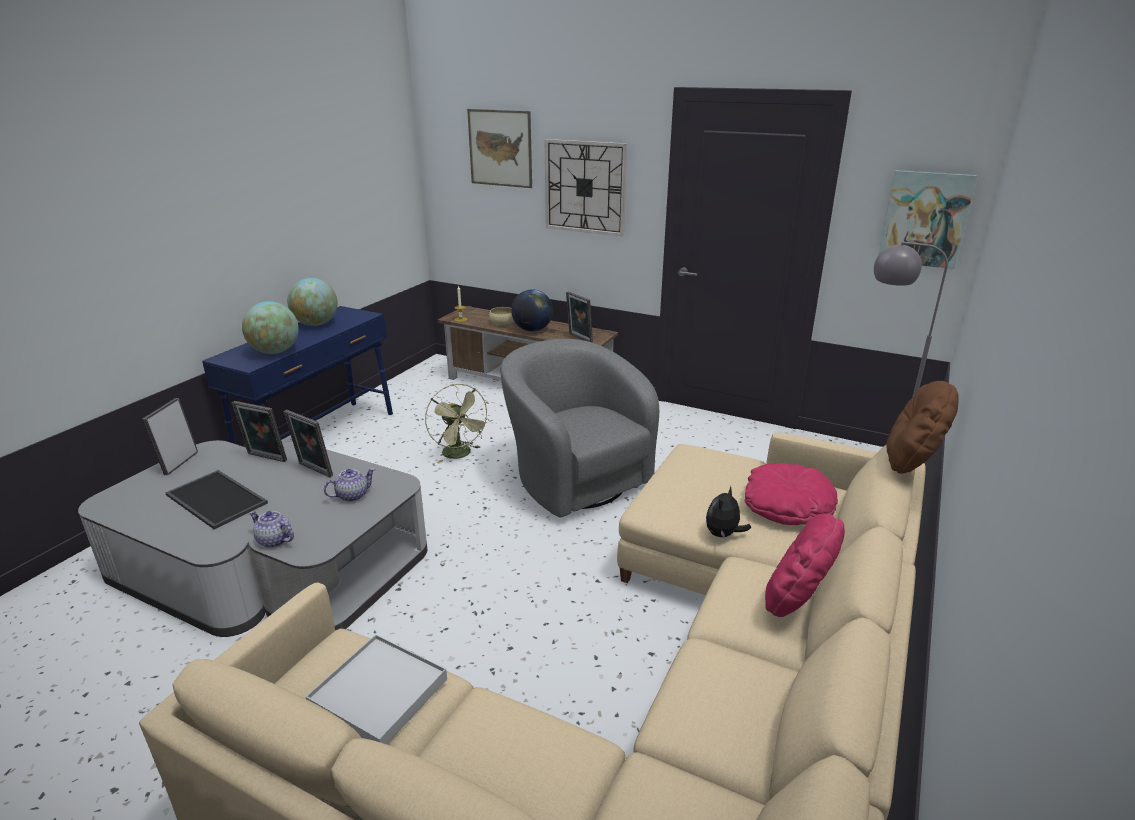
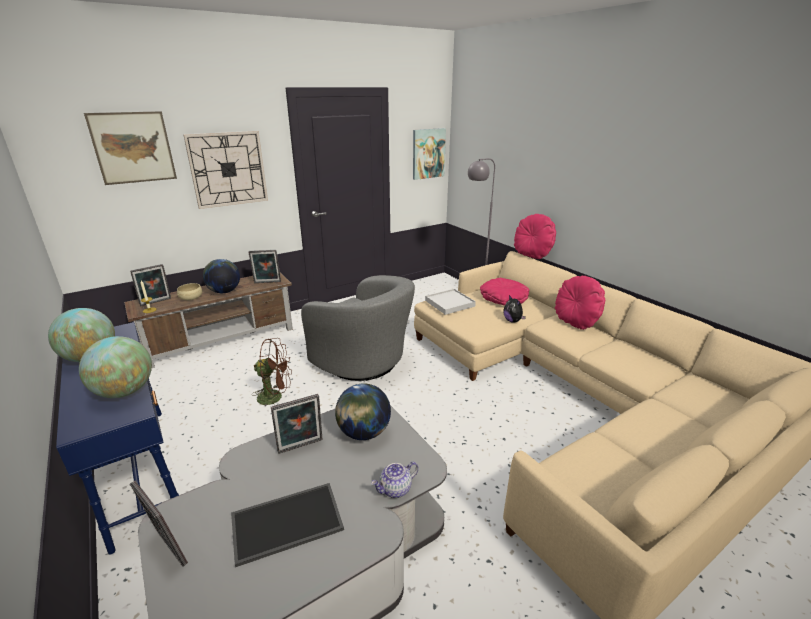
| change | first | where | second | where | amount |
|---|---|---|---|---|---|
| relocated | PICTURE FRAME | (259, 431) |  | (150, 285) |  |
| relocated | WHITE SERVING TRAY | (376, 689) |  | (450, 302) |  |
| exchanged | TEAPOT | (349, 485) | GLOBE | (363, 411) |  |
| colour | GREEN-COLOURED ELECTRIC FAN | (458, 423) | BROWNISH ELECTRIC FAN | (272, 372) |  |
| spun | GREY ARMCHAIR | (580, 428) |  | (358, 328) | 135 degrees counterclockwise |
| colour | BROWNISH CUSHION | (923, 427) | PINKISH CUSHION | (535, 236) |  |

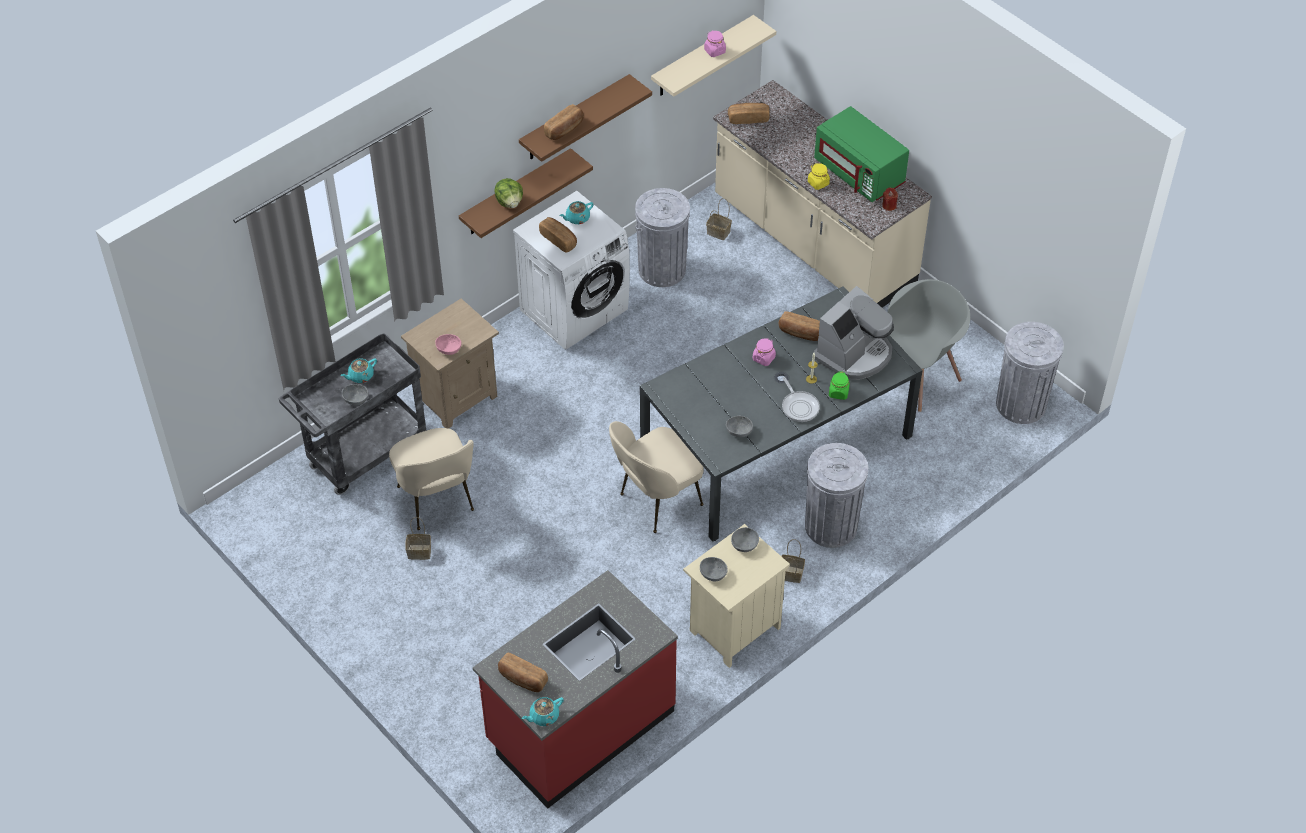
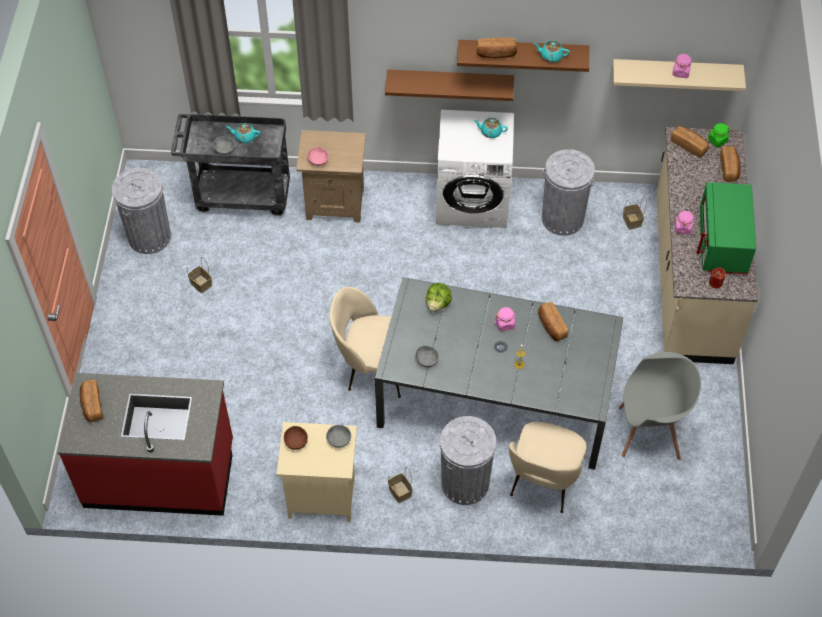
| change | first | where | second | where | amount |
|---|---|---|---|---|---|
| relocated | SAND-COLOURED UPRIGHT CHAIR | (431, 479) |  | (547, 467) |  |
| relocated | LETTUCE | (508, 193) |  | (439, 297) |  |
| relocated | BLUE-GREEN TEAPOT | (543, 711) |  | (551, 51) |  |
| relocated | BAKED BREAD | (558, 235) |  | (730, 164) |  |
| colour | GREY SERVING BOWL | (714, 569) | BROWNISH SERVING BOWL | (296, 438) |  |
| missing | FRYING PAN | (801, 399) |  |  |  |
| colour | YELLOW-COLOURED STORAGE JAR | (819, 176) | PINKISH STORAGE JAR | (684, 222) |  |
| missing | COFFEE MACHINE | (854, 333) |  |  |  |
| relocated | GREEN-COLOURED STORAGE JAR | (839, 385) |  | (718, 135) |  |
| relocated | GREY TRASH CAN | (1030, 373) |  | (141, 211) |  |

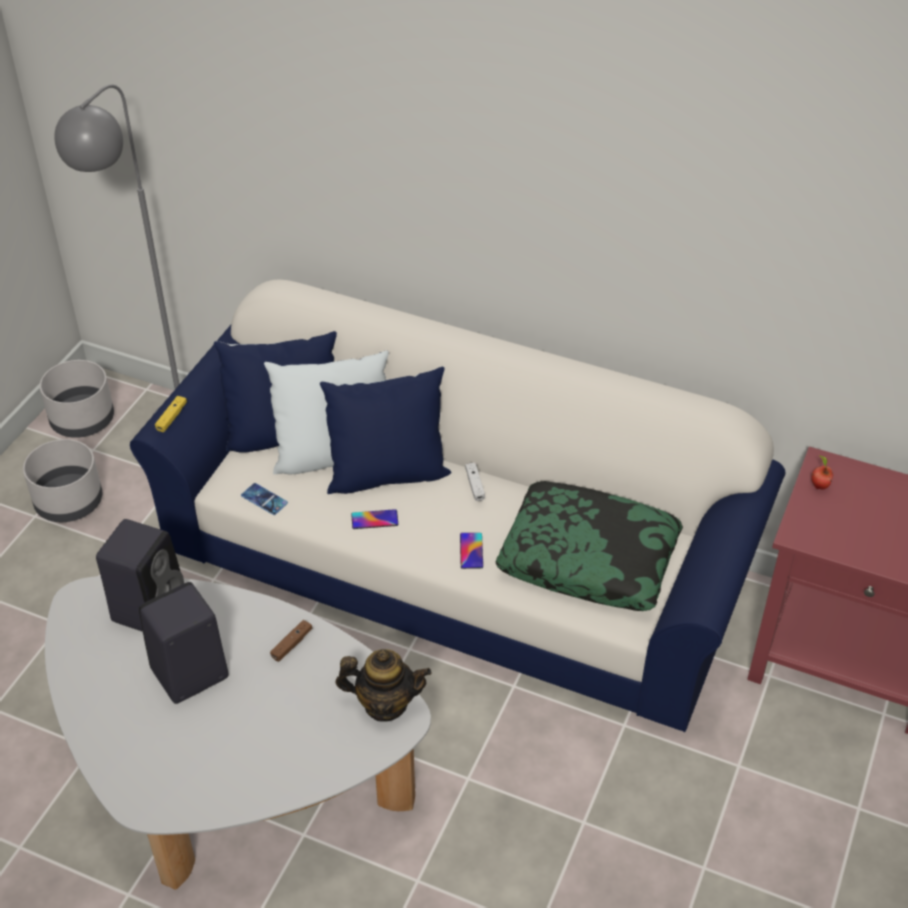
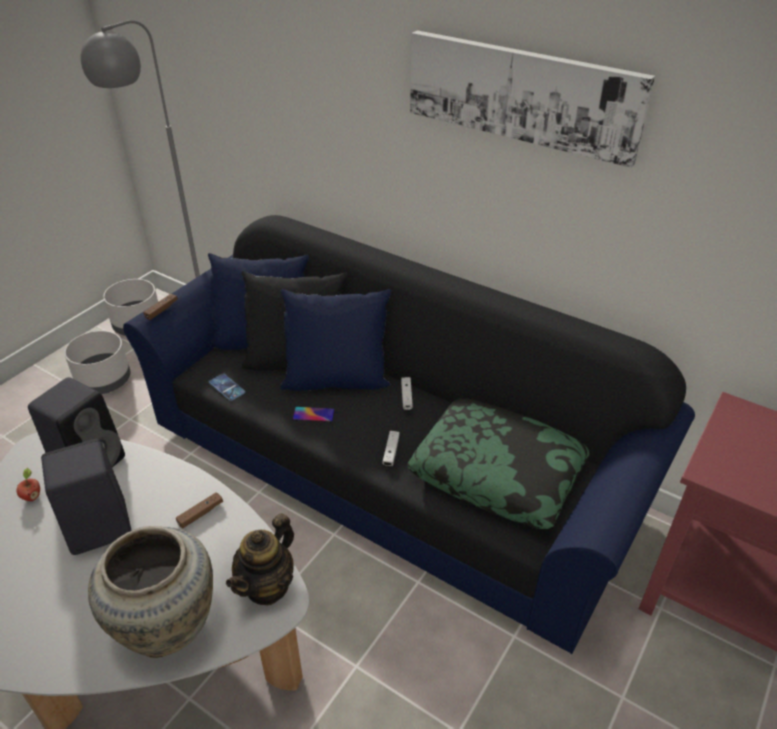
| change | first | where | second | where | amount |
|---|---|---|---|---|---|
| colour | WHITE SETTEE | (457, 506) | BLACKISH SETTEE | (409, 434) |  |
| colour | YELLOW-COLOURED GAME CONTROLLER | (171, 414) | BROWNISH GAME CONTROLLER | (160, 307) |  |
| spun | TEAPOT | (384, 685) |  | (260, 559) | 105 degrees clockwise |
| exchanged | HANDSET | (471, 551) | WHITE GAME CONTROLLER | (391, 448) |  |
| relocated | WHOLE APPLE | (822, 472) |  | (28, 484) |  |
| appeared |  |  | SAND-COLOURED DECORATIVE VASE | (150, 592) |  |
| appeared |  |  | WALL PICTURE | (532, 99) |  |

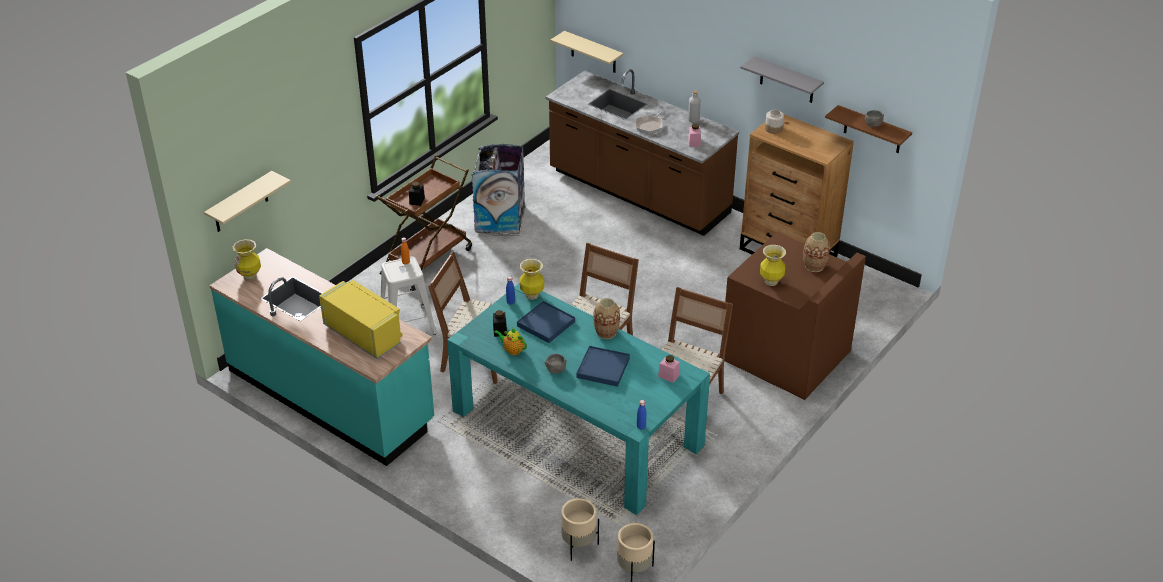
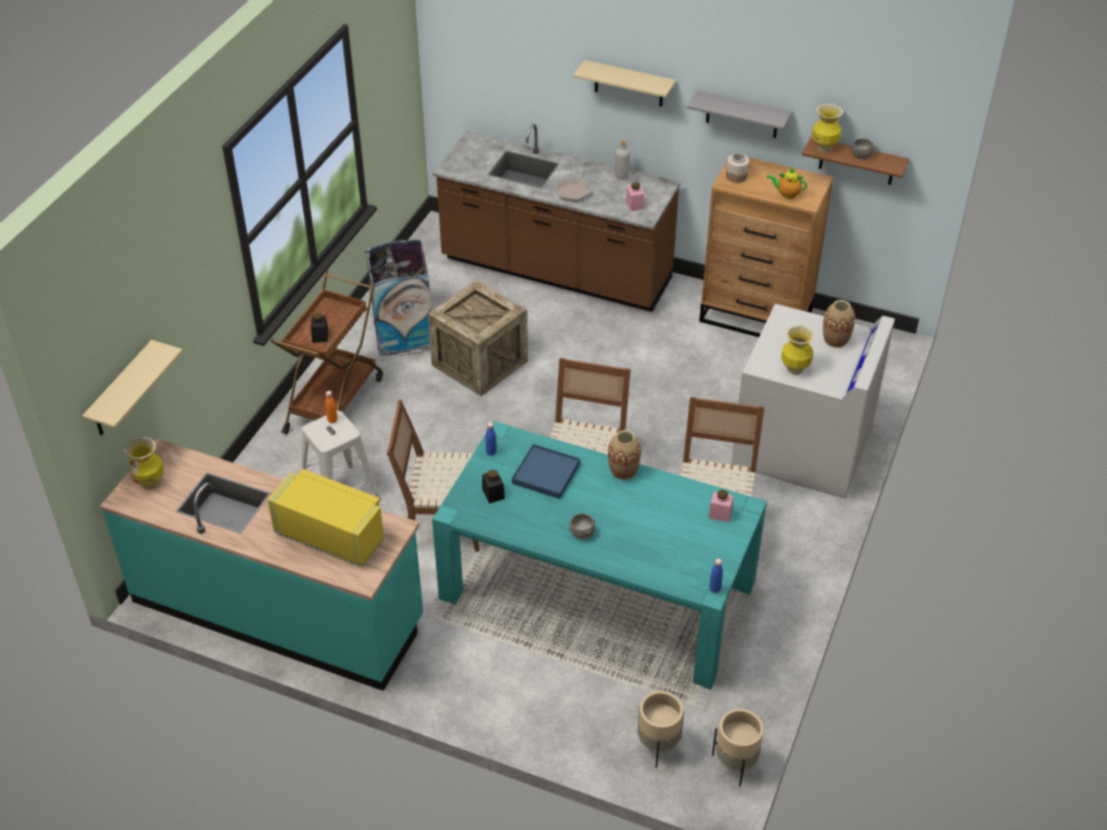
| change | first | where | second | where | amount |
|---|---|---|---|---|---|
| relocated | TEAPOT | (510, 341) |  | (787, 183) |  |
| relocated | DECORATIVE VASE | (531, 279) |  | (827, 128) |  |
| relocated | SAND-COLOURED SHELF | (587, 52) |  | (624, 83) |  |
| missing | BLUE-COLOURED SERVING TRAY | (603, 366) |  |  |  |
| colour | BROWNISH WASHING MACHINE | (795, 316) | WHITE WASHING MACHINE | (813, 401) |  |
| appeared |  |  | CRATE | (478, 338) |  |

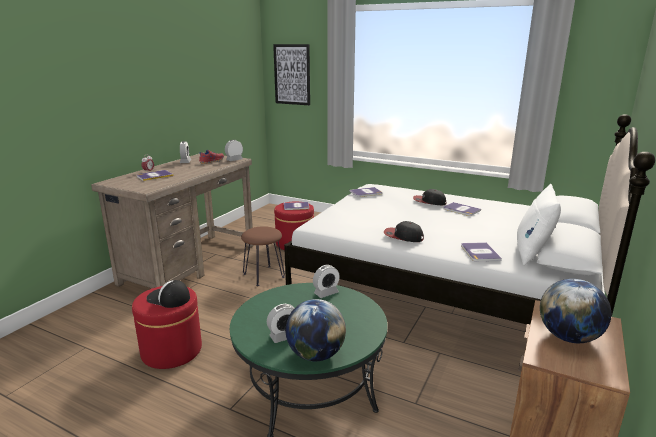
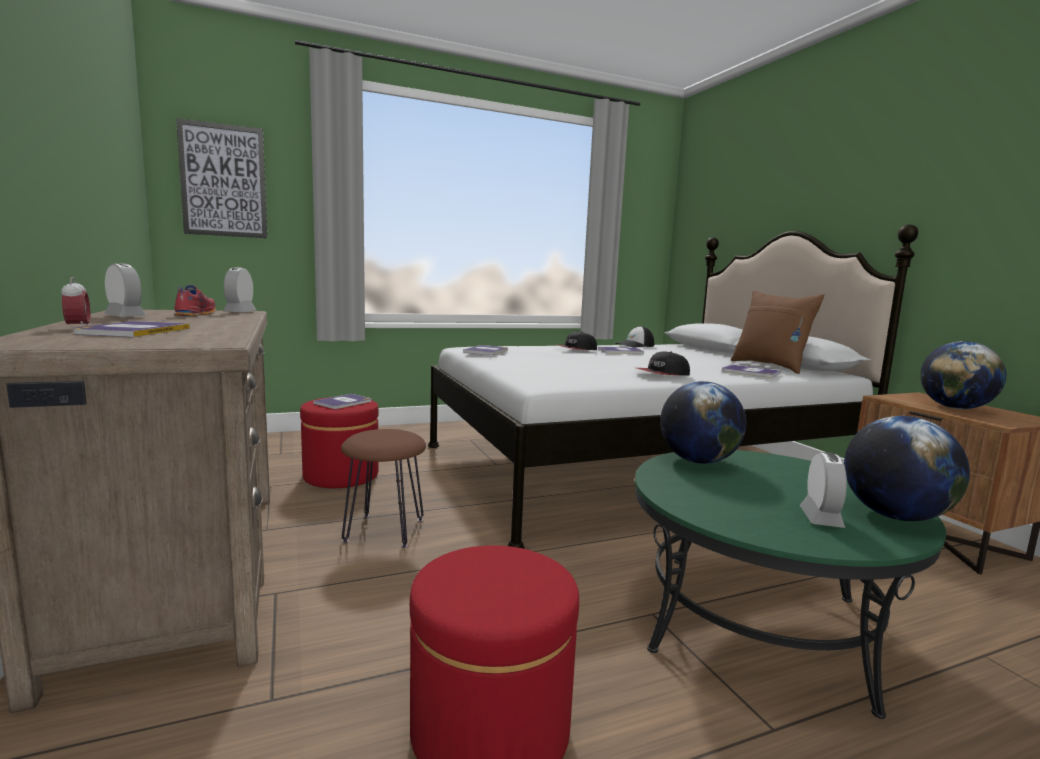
| change | first | where | second | where | amount |
|---|---|---|---|---|---|
| relocated | CAP | (168, 294) |  | (634, 336) |  |
| exchanged | ALARM CLOCK | (326, 281) | GLOBE | (703, 422) |  |
| colour | WHITE CUSHION | (539, 225) | BROWNISH CUSHION | (777, 332) |  |

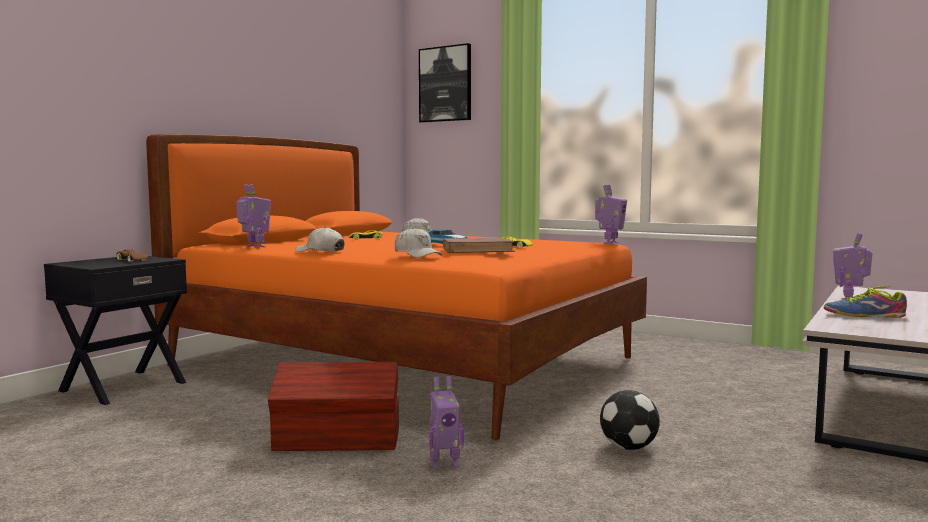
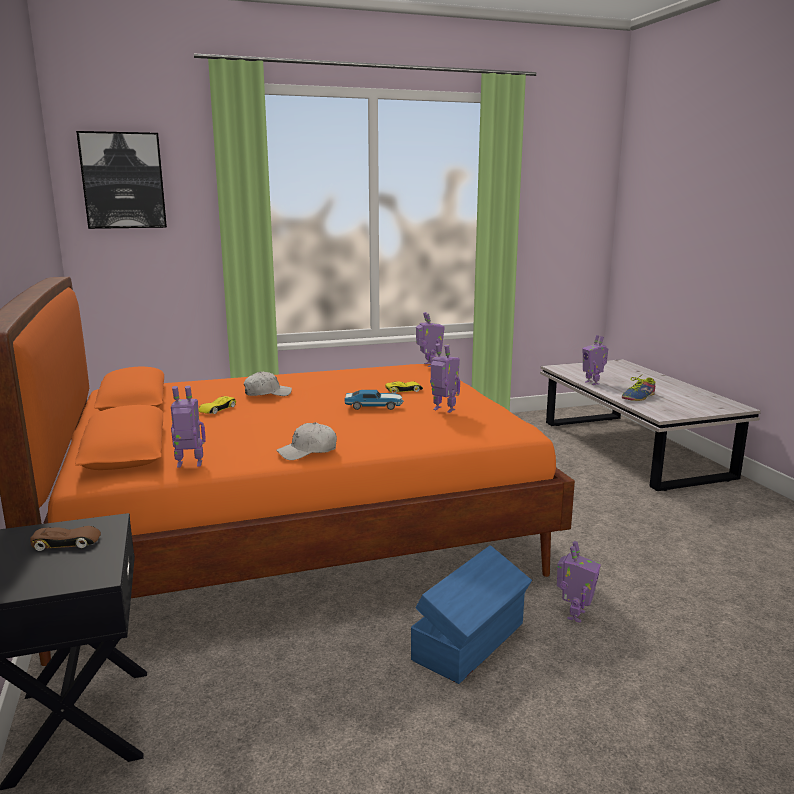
| change | first | where | second | where | amount |
|---|---|---|---|---|---|
| colour | BROWNISH STORAGE CONTAINER | (333, 406) | BLUE-COLOURED STORAGE CONTAINER | (471, 614) |  |
| missing | WHITE CAP | (418, 242) |  |  |  |
| exchanged | BROWNISH BOOK | (479, 245) | ROBOT FIGURE | (445, 378) |  |
| missing | FOOTBALL BALL | (630, 420) |  |  |  |

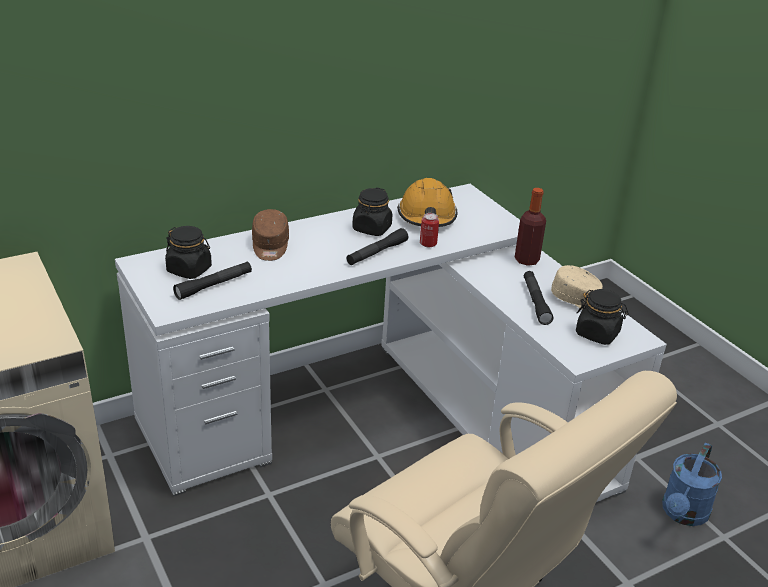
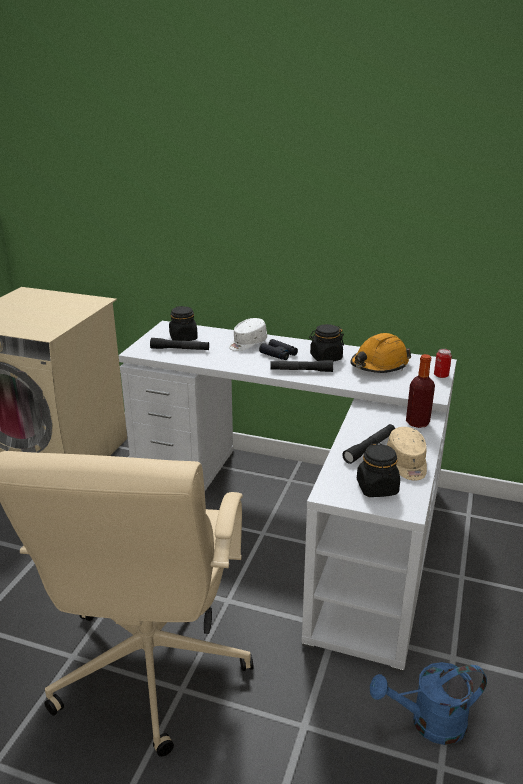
| change | first | where | second | where | amount |
|---|---|---|---|---|---|
| colour | BROWNISH CAP | (270, 235) | WHITE CAP | (248, 334) |  |
| relocated | SEALED CAN | (429, 230) |  | (443, 363) |  |
| appeared |  |  | BLACKISH PAIR OF BINOCULARS | (278, 349) |  |

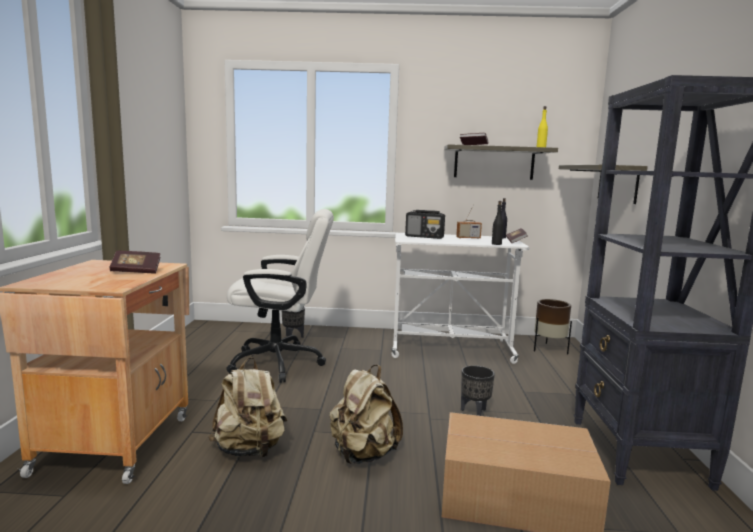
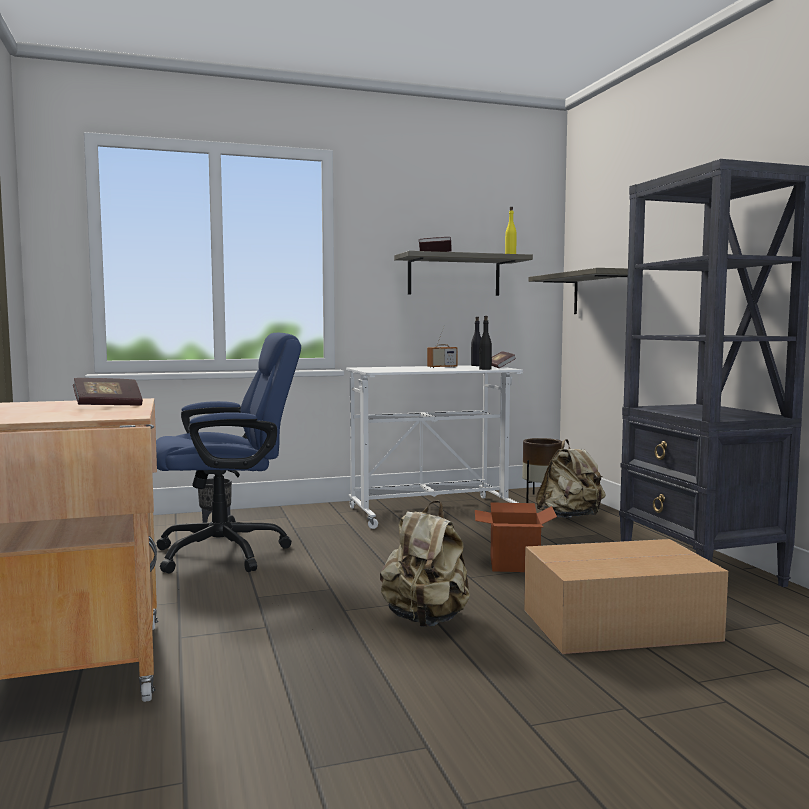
| change | first | where | second | where | amount |
|---|---|---|---|---|---|
| relocated | SAND-COLOURED RUCKSACK | (247, 407) |  | (571, 479) |  |
| colour | WHITE OFFICE CHAIR | (280, 296) | BLUE-COLOURED OFFICE CHAIR | (228, 453) |  |
| missing | RADIO RECEIVER | (425, 224) |  |  |  |
| exchanged | BLACKISH FLOWER POT | (478, 391) | CARTON | (516, 537) |  |

